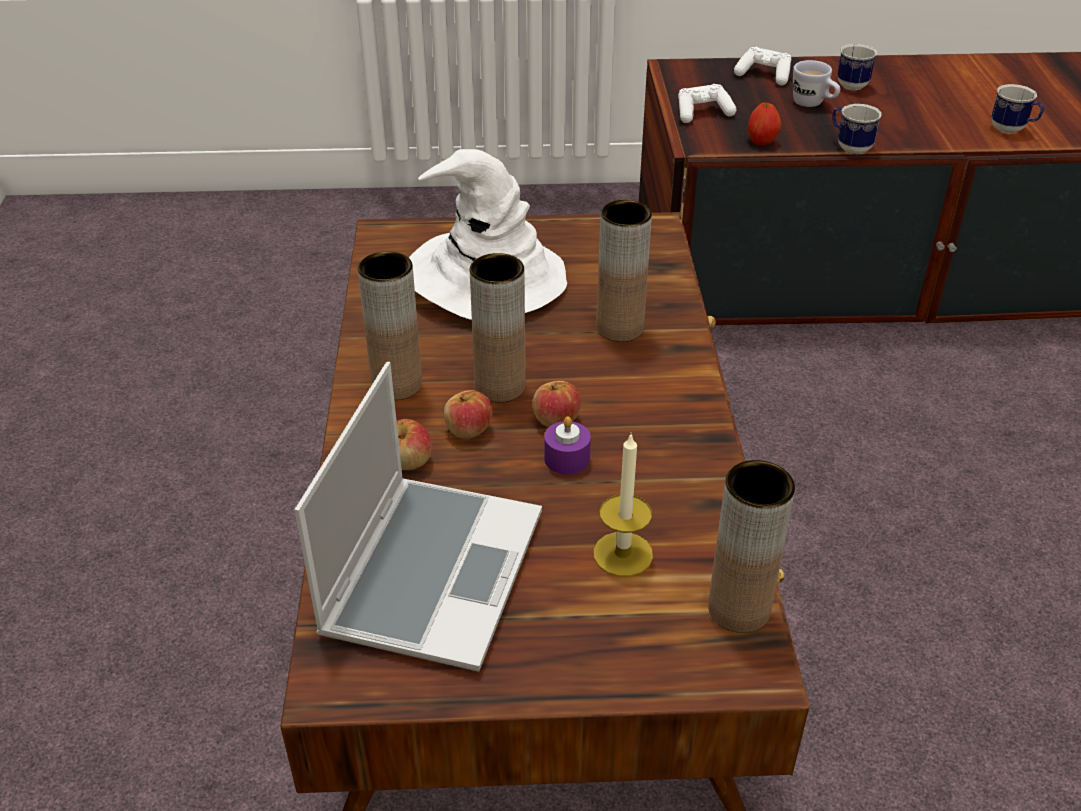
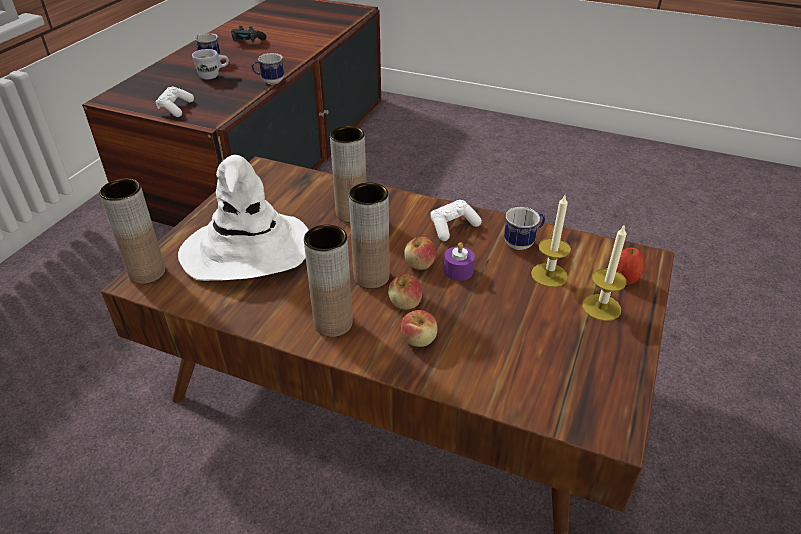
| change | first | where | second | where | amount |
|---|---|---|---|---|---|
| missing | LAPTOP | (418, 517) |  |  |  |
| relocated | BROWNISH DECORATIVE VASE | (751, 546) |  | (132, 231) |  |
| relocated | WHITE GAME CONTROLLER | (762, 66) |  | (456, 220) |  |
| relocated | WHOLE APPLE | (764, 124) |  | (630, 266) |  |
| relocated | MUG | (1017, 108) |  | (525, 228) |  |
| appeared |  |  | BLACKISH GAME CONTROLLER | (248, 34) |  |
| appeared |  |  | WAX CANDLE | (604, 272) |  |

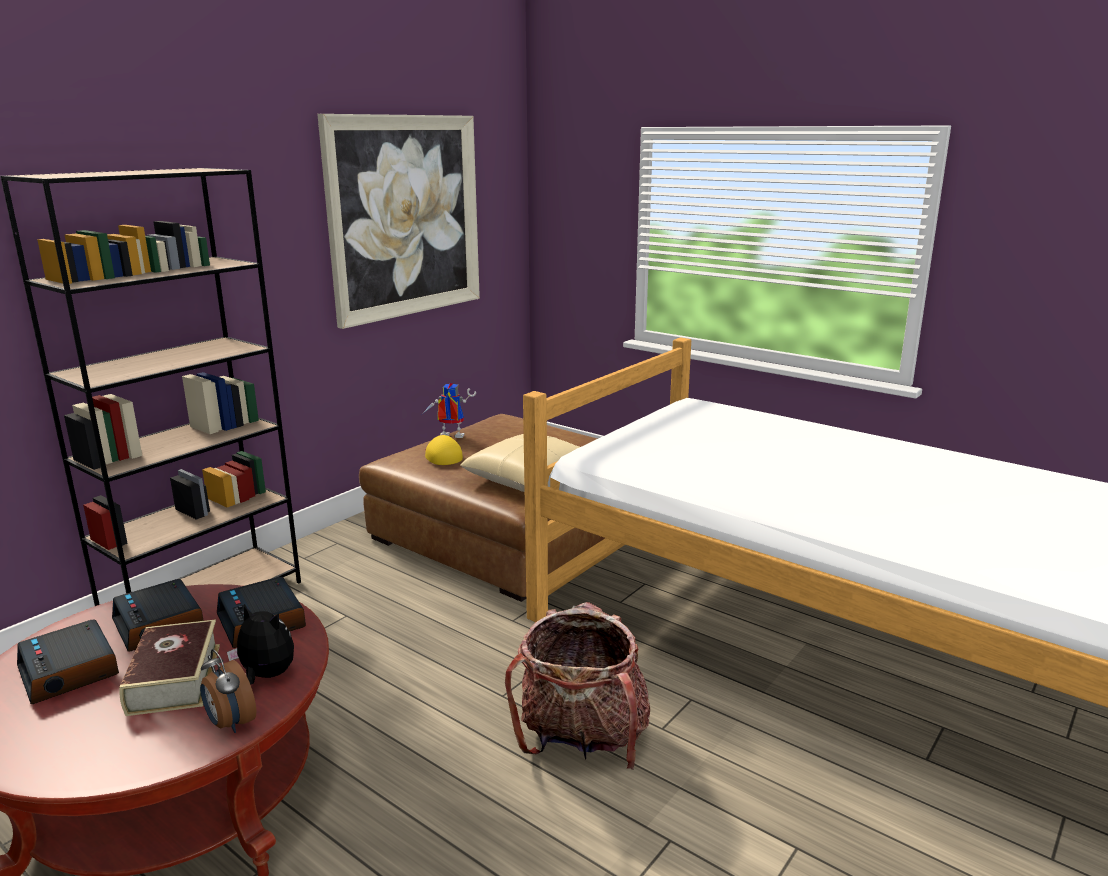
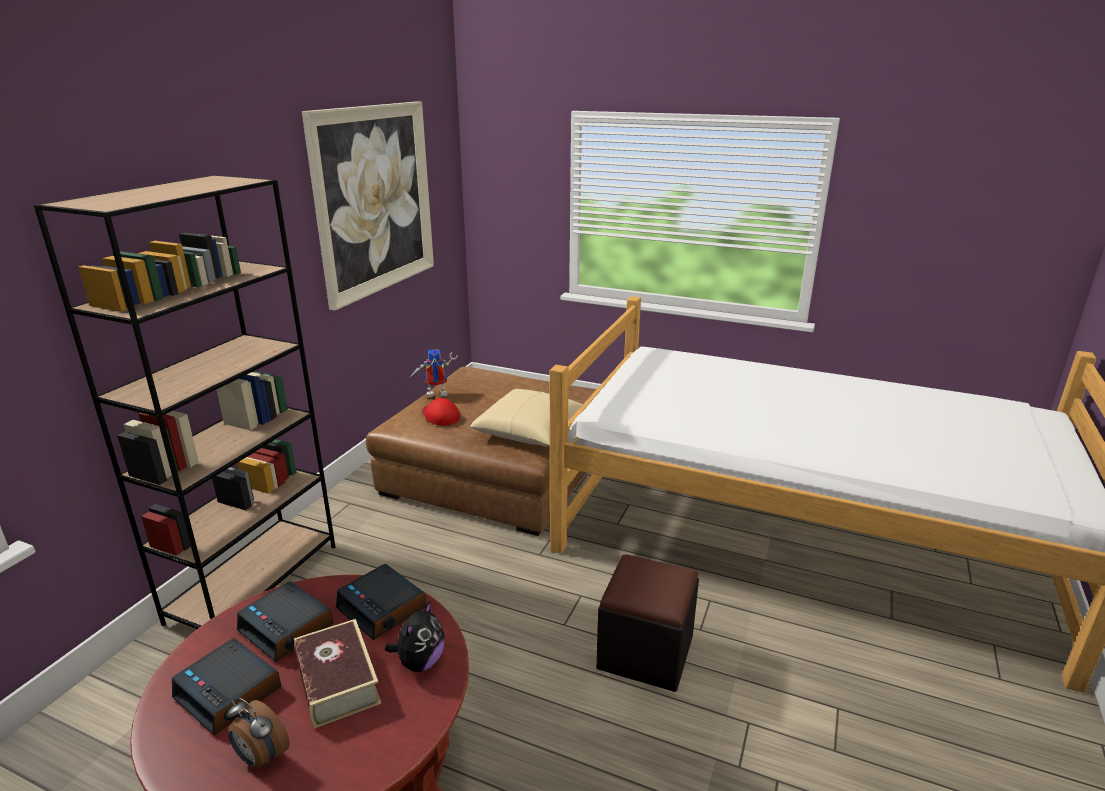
| change | first | where | second | where | amount |
|---|---|---|---|---|---|
| relocated | ALARM CLOCK | (228, 691) |  | (258, 733) |  |
| spun | PLUSH TOY | (260, 644) |  | (415, 636) | 105 degrees clockwise |
| colour | YELLOW-COLOURED CAP | (444, 450) | REDDISH CAP | (441, 412) |  |
| exchanged | RUCKSACK | (577, 686) | BLACKISH POUFFE | (647, 623) |  |

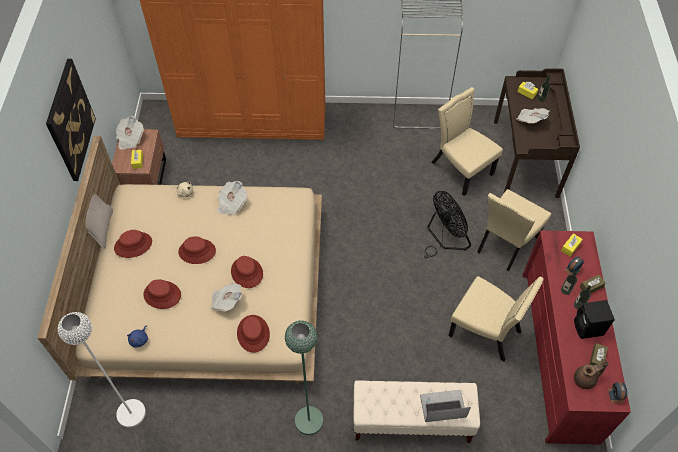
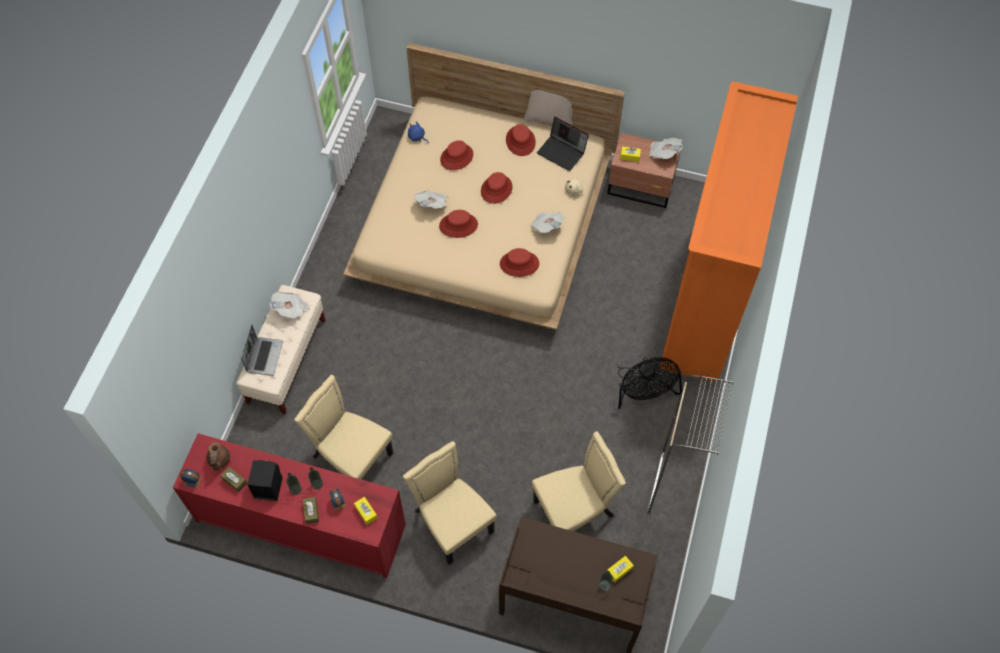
| change | first | where | second | where | amount |
|---|---|---|---|---|---|
| missing | WALL PICTURE | (71, 120) |  |  |  |
| missing | WHITE STANDARD LAMP | (102, 370) |  |  |  |
| relocated | REDDISH HAT | (253, 334) |  | (519, 262) |  |
| missing | GREEN-COLOURED STANDARD LAMP | (304, 378) |  |  |  |
| relocated | BLACKISH ELECTRIC FAN | (447, 224) |  | (650, 383) |  |
| spun | SAND-COLOURED UPRIGHT CHAIR | (496, 318) |  | (343, 427) | 75 degrees clockwise |
| relocated | PRINTED PAPER | (533, 115) |  | (289, 305) |  |
| appeared |  |  | LAPTOP | (563, 144) |  |

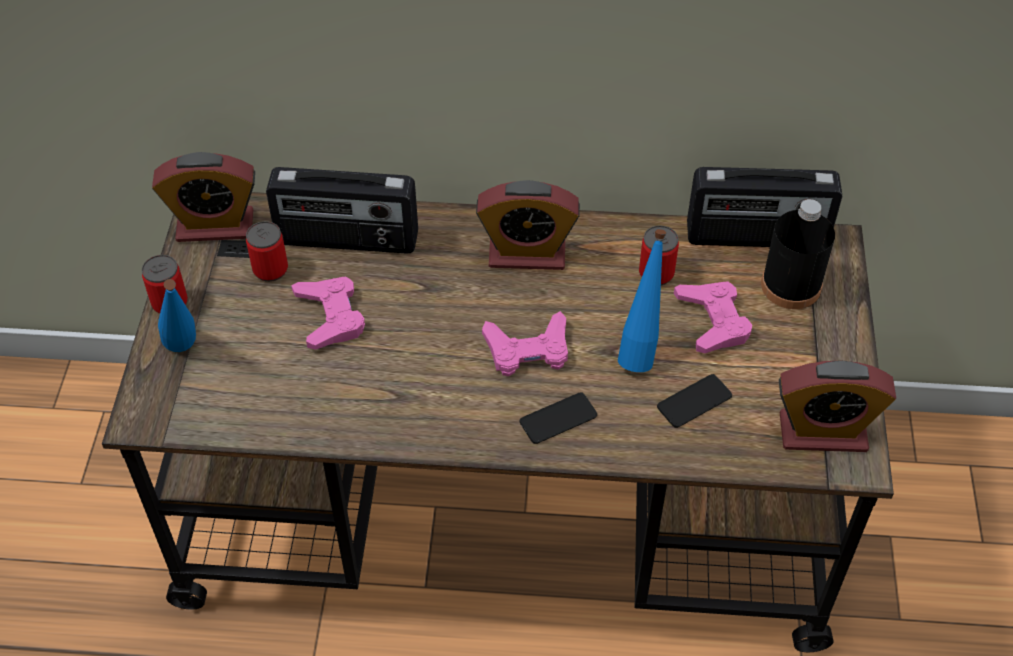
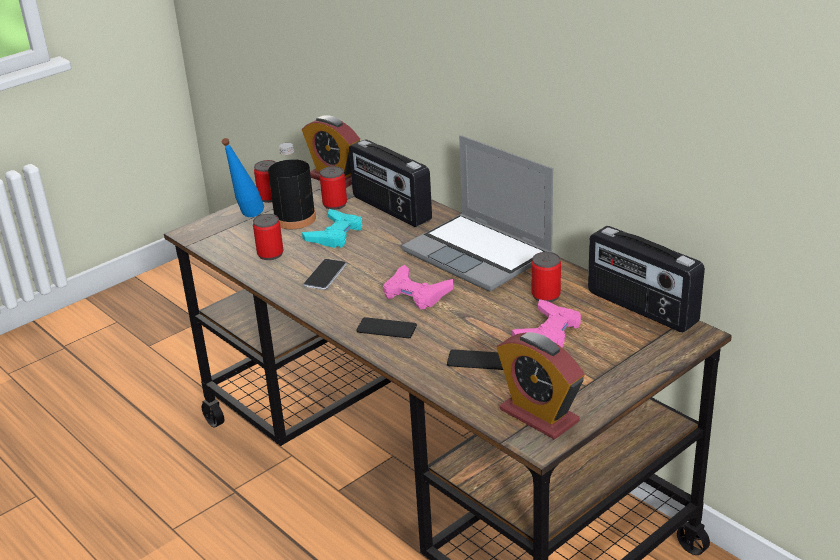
| change | first | where | second | where | amount |
|---|---|---|---|---|---|
| colour | PINKISH GAME CONTROLLER | (328, 313) | BLUE-GREEN GAME CONTROLLER | (332, 228) |  |
| exchanged | ALARM CLOCK | (528, 225) | LAPTOP | (477, 213) |  |
| missing | BLUE-COLOURED DRINK BOTTLE | (642, 300) |  |  |  |
| relocated | BLACKISH DRINK BOTTLE | (798, 254) |  | (292, 186) |  |
| appeared |  |  | SEALED CAN | (268, 237) |  |
| appeared |  |  | HANDSET | (325, 274) |  |

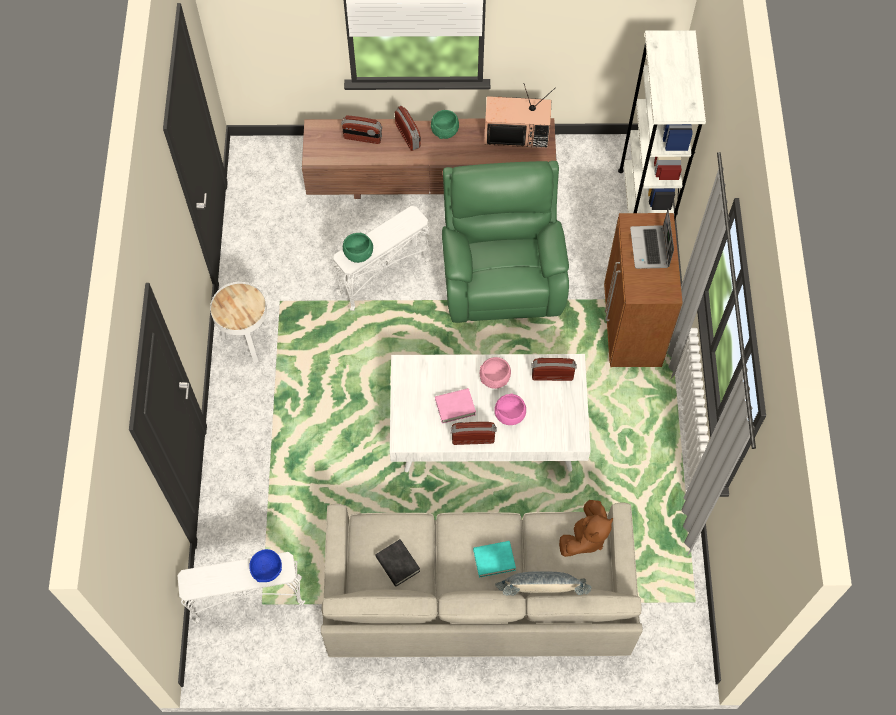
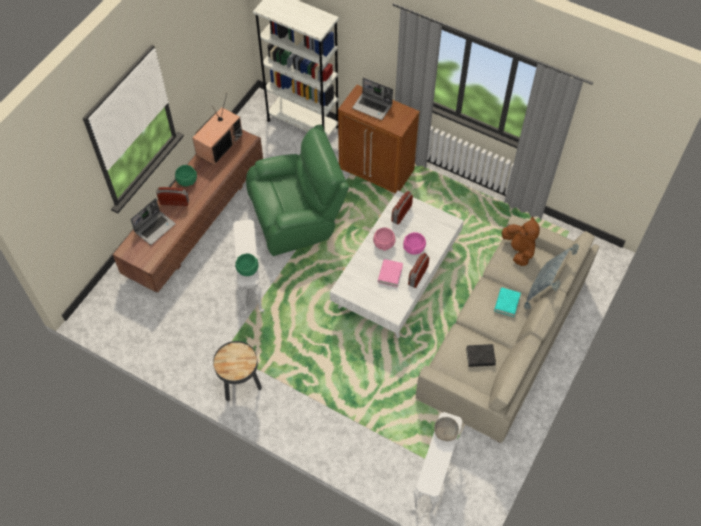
| change | first | where | second | where | amount |
|---|---|---|---|---|---|
| colour | WHITE END TABLE | (239, 322) | BLACKISH END TABLE | (237, 371) |  |
| colour | BLUE-COLOURED SERVING BOWL | (265, 565) | GREY SERVING BOWL | (446, 429) |  |
| exchanged | RADIO RECEIVER | (361, 129) | LAPTOP | (153, 221) |  |
| spun | GREEN-COLOURED ARMCHAIR | (505, 242) |  | (297, 190) | 135 degrees clockwise |

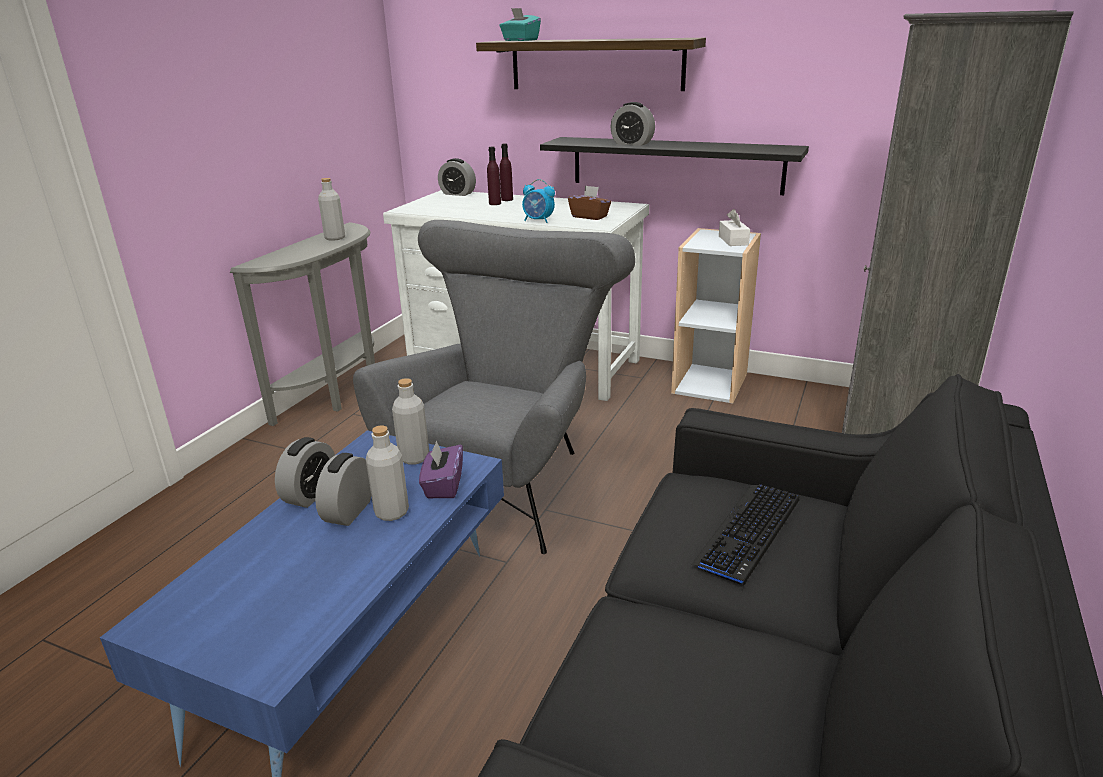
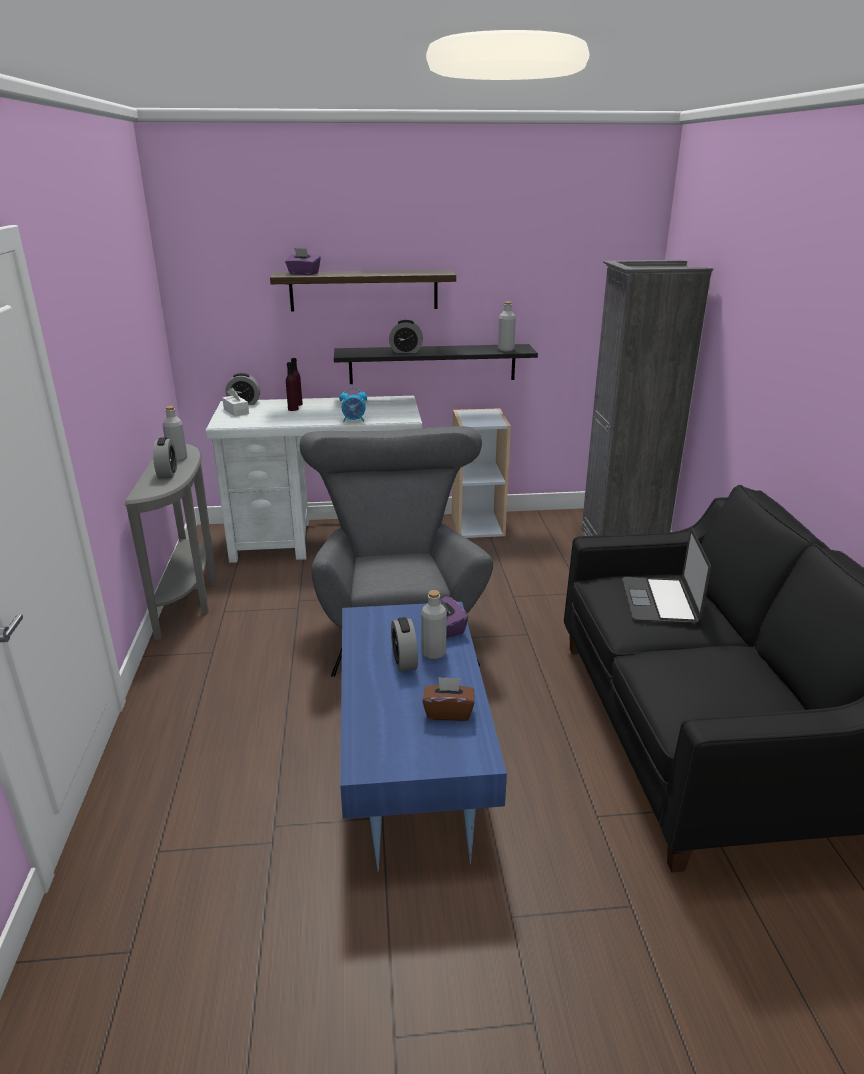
| change | first | where | second | where | amount |
|---|---|---|---|---|---|
| relocated | ALARM CLOCK | (305, 472) |  | (165, 458) |  |
| relocated | GREY DRINK BOTTLE | (410, 421) |  | (507, 326) |  |
| colour | BLUE-GREEN TISSUE BOX | (520, 24) | PURPLISH TISSUE BOX | (303, 261) |  |
| relocated | BROWNISH TISSUE BOX | (589, 202) |  | (448, 699) |  |
| exchanged | COMPUTER KEYBOARD | (745, 535) | LAPTOP | (666, 575) |  |
| relocated | WHITE TISSUE BOX | (734, 227) |  | (235, 402) |  |

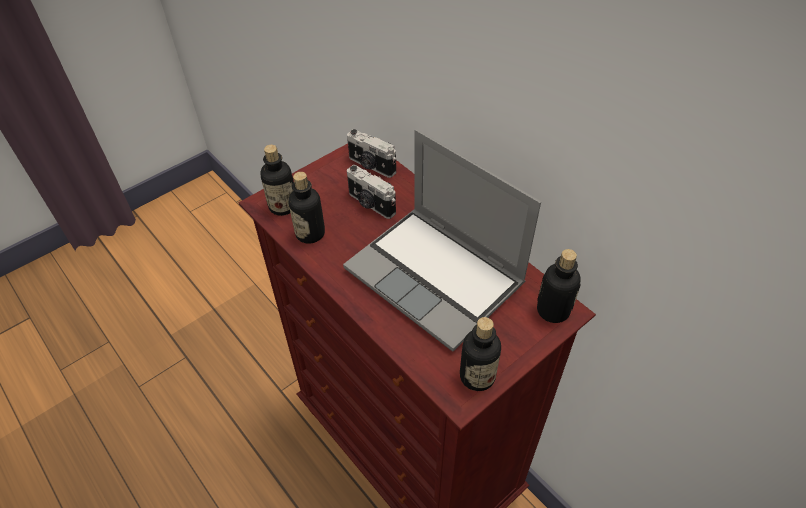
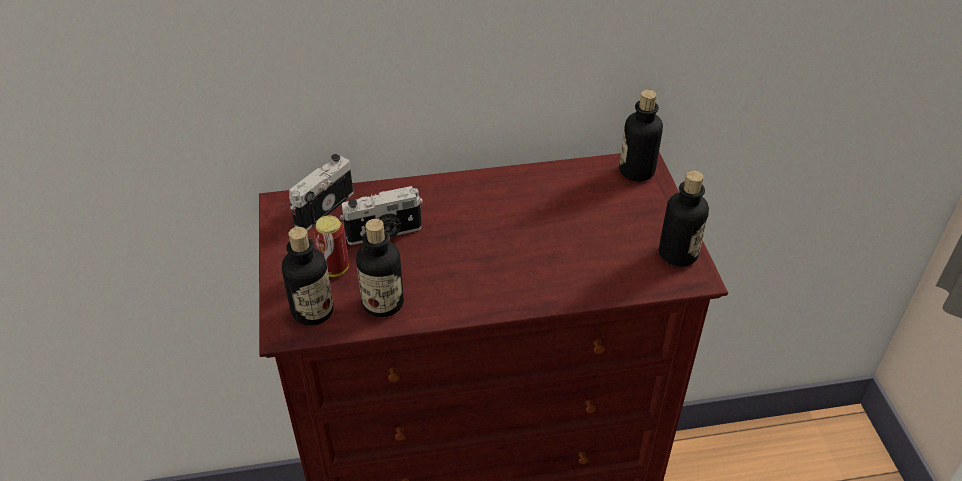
| change | first | where | second | where | amount |
|---|---|---|---|---|---|
| missing | LAPTOP | (442, 240) |  |  |  |
| spun | STILL CAMERA | (371, 153) |  | (321, 192) | 150 degrees clockwise |
| appeared |  |  | SEALED CAN | (331, 246) |  |

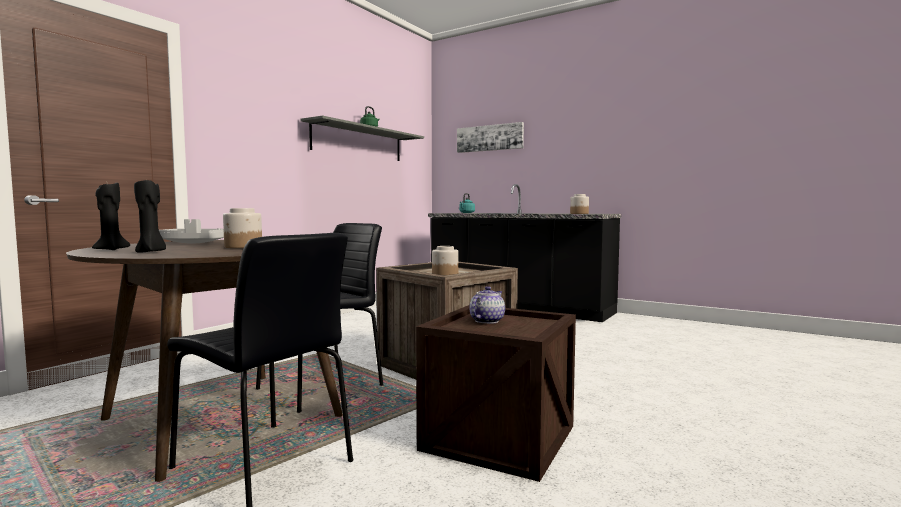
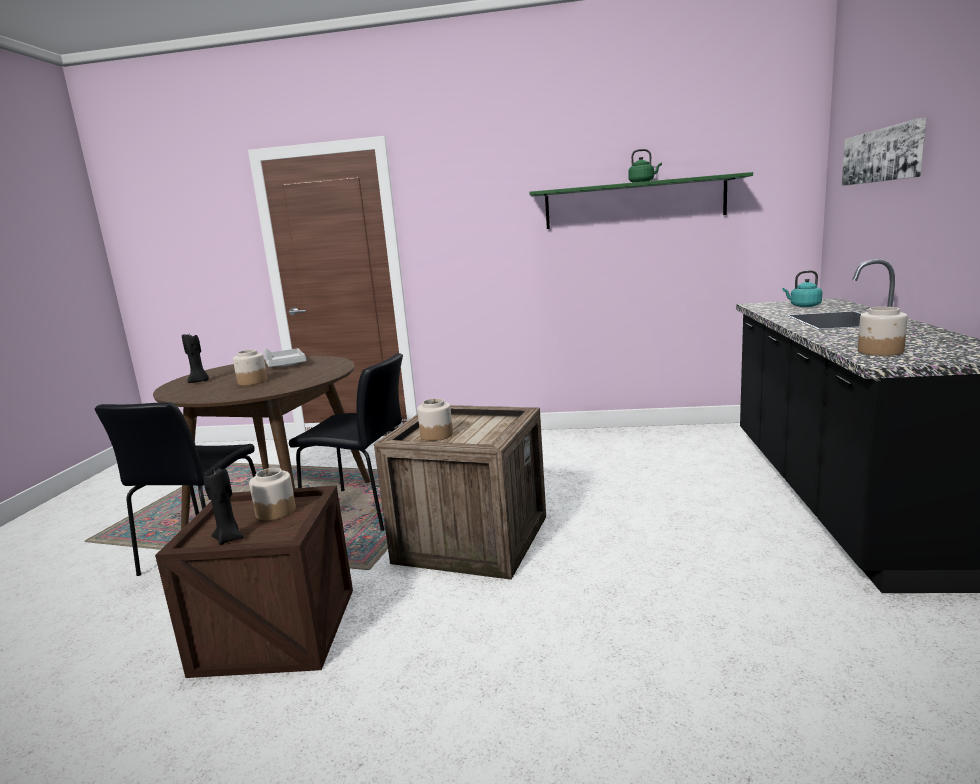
| change | first | where | second | where | amount |
|---|---|---|---|---|---|
| relocated | BLACKISH WAX CANDLE | (111, 216) |  | (223, 506) |  |
| colour | GREY SHELF | (362, 138) | GREEN-COLOURED SHELF | (641, 200) |  |
| exchanged | TEAPOT | (487, 305) | STORAGE JAR | (272, 494) |  |

